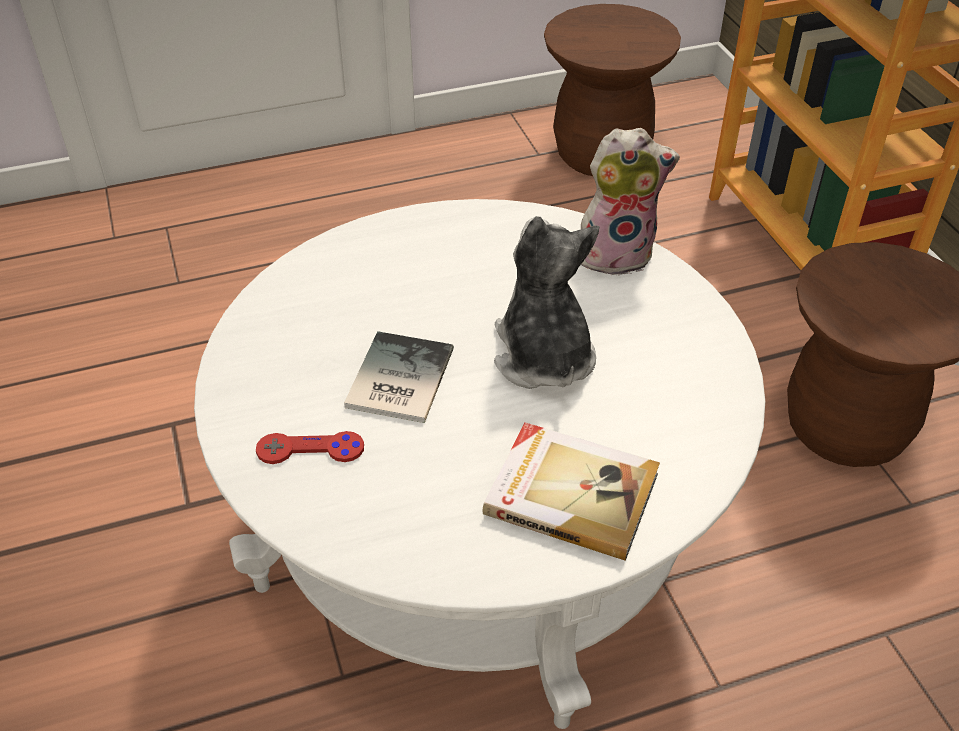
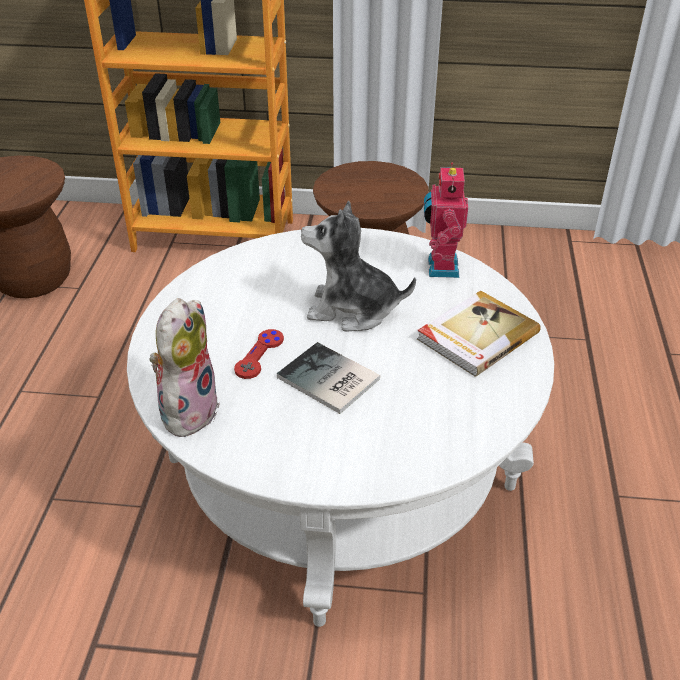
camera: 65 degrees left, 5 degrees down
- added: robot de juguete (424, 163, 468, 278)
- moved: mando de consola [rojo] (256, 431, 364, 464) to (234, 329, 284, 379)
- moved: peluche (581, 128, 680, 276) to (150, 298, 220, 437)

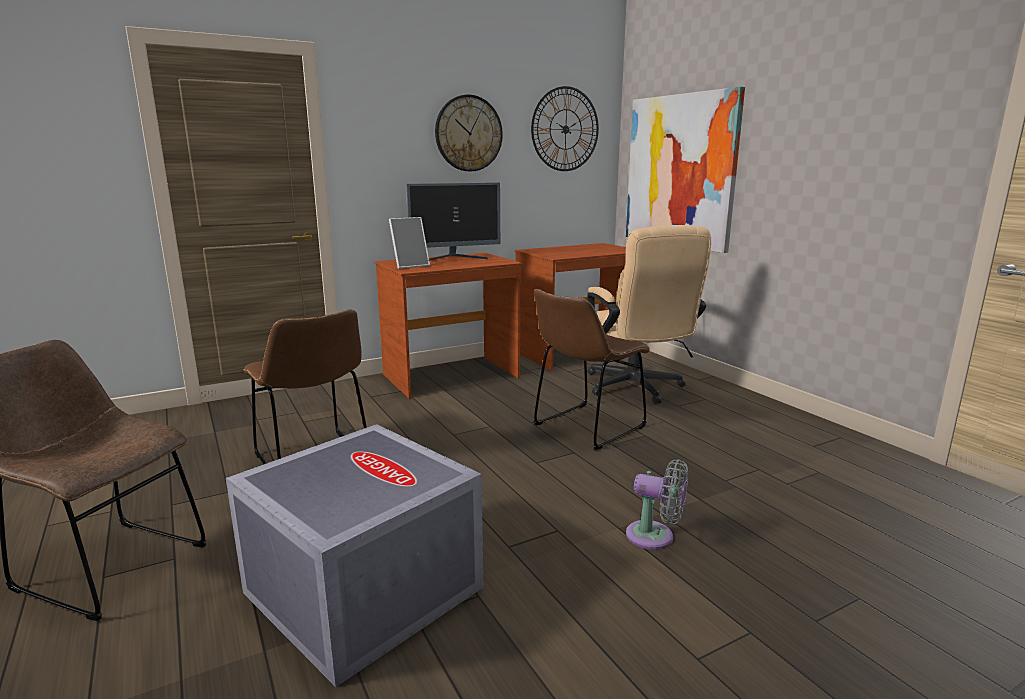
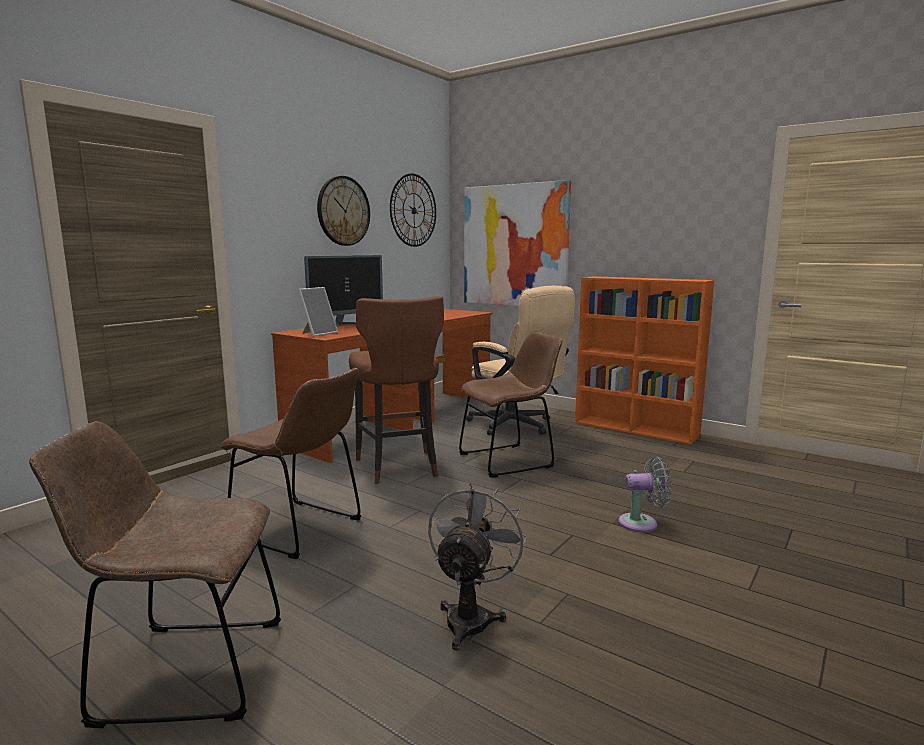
camera: 25 degrees left, 5 degrees down
- added: taburete [marrón] (349, 296, 444, 484)
- added: estantería [naranja] (575, 276, 714, 445)
- replaced: caja de almacenaje [gris] (226, 424, 483, 687) to ventilador [gris] (428, 483, 527, 650)
- turned: silla [marrón] (534, 289, 650, 450) = (459, 332, 562, 478) 135 degrees counterclockwise

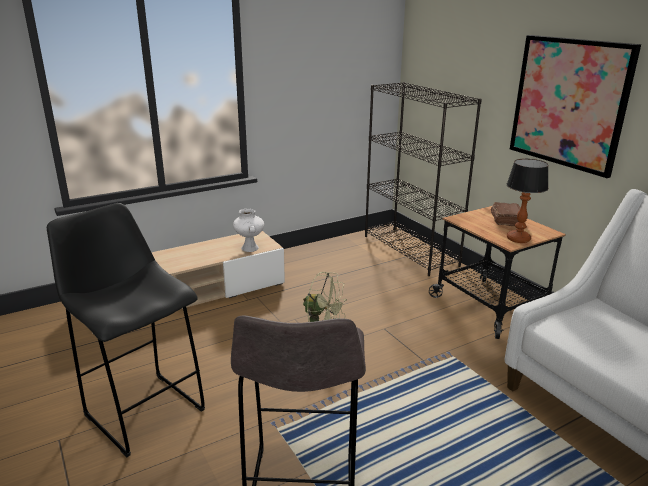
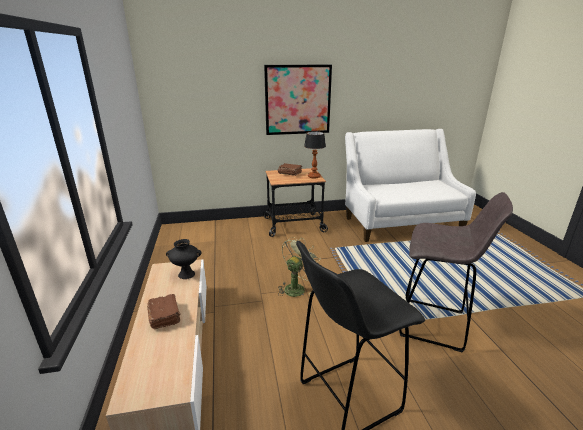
camera: 70 degrees left, 0 degrees up
- removed: estantería [negro] (365, 82, 482, 276)
- added: libro [marrón] (147, 294, 181, 329)
- recoloured: florero [blanco] (233, 209, 264, 252) to florero [negro] (166, 239, 202, 279)

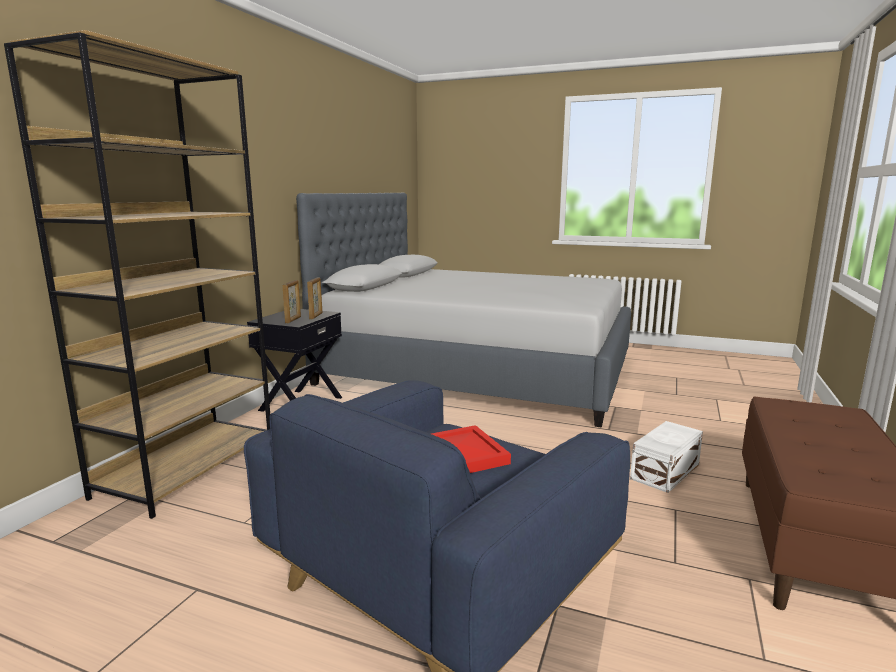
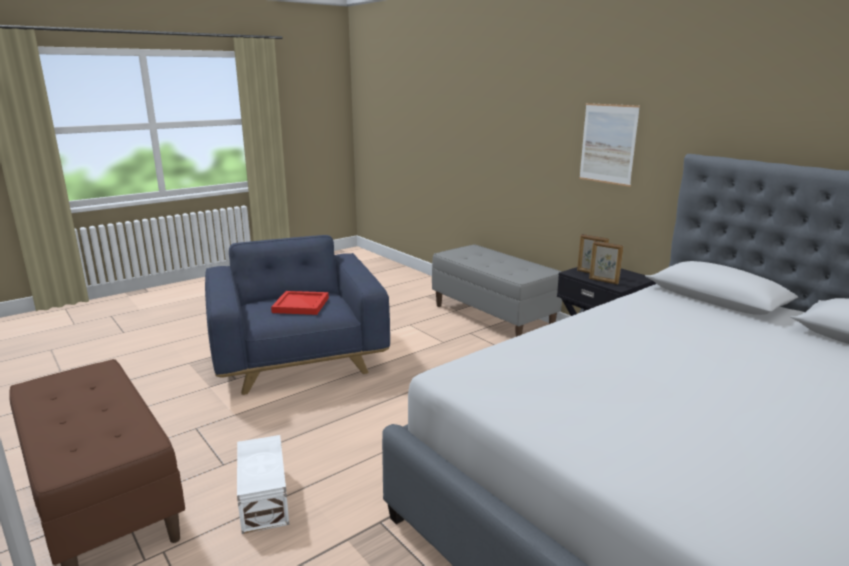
camera: 120 degrees right, 5 degrees up
- added: cuadro (579, 103, 640, 187)
- replaced: estantería [marrón] (4, 30, 270, 519) to banco [gris] (432, 244, 562, 337)

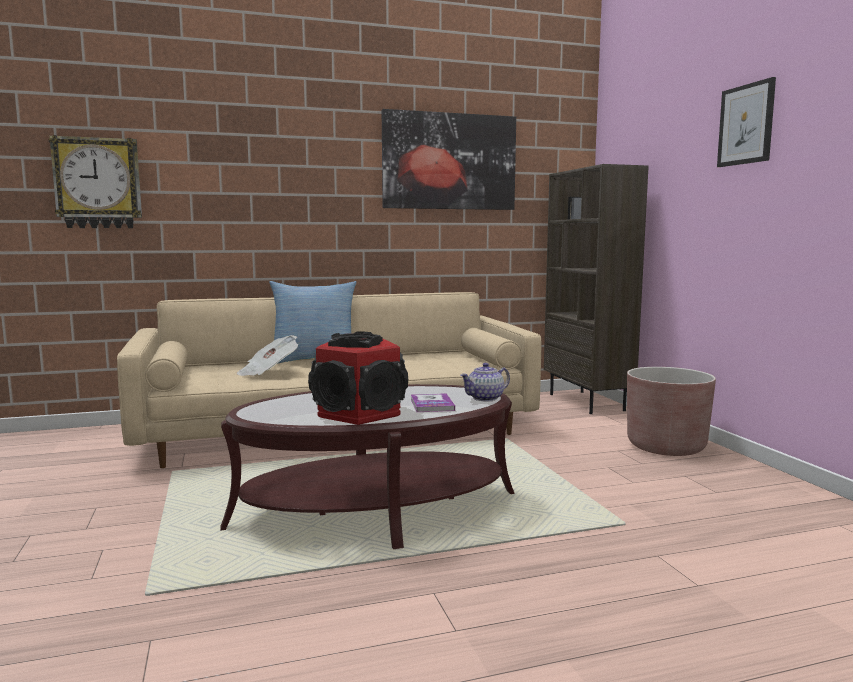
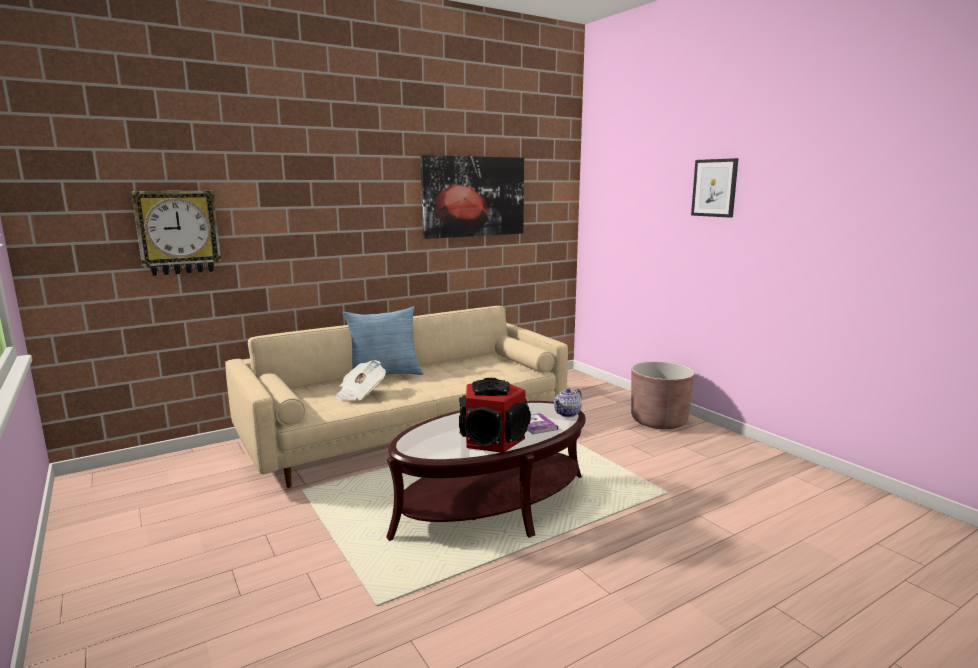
camera: 15 degrees left, 5 degrees up
- removed: estantería [marrón] (544, 164, 649, 414)

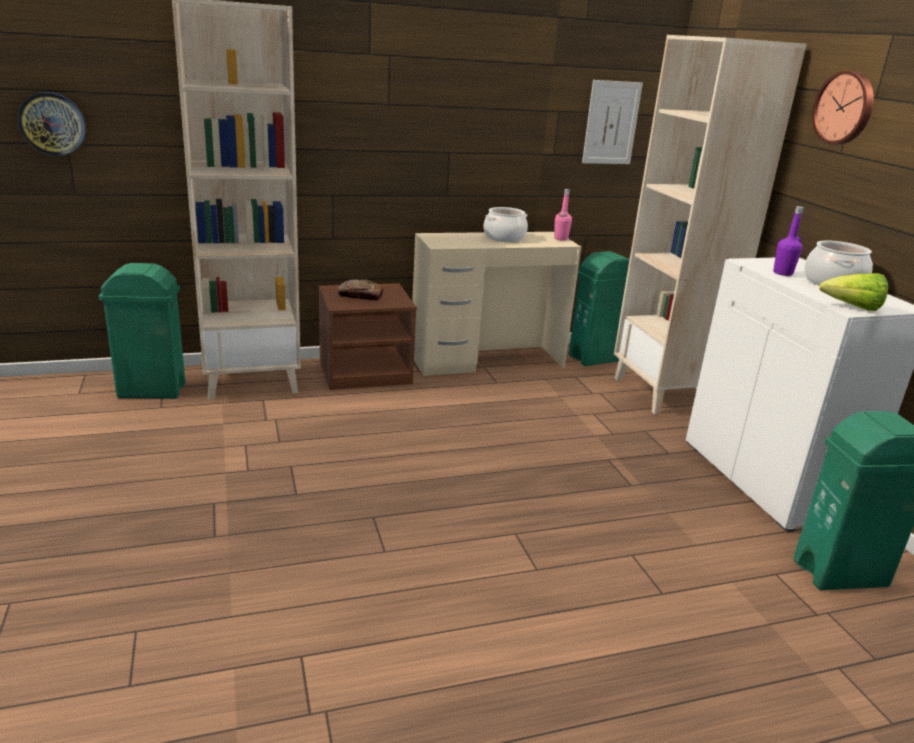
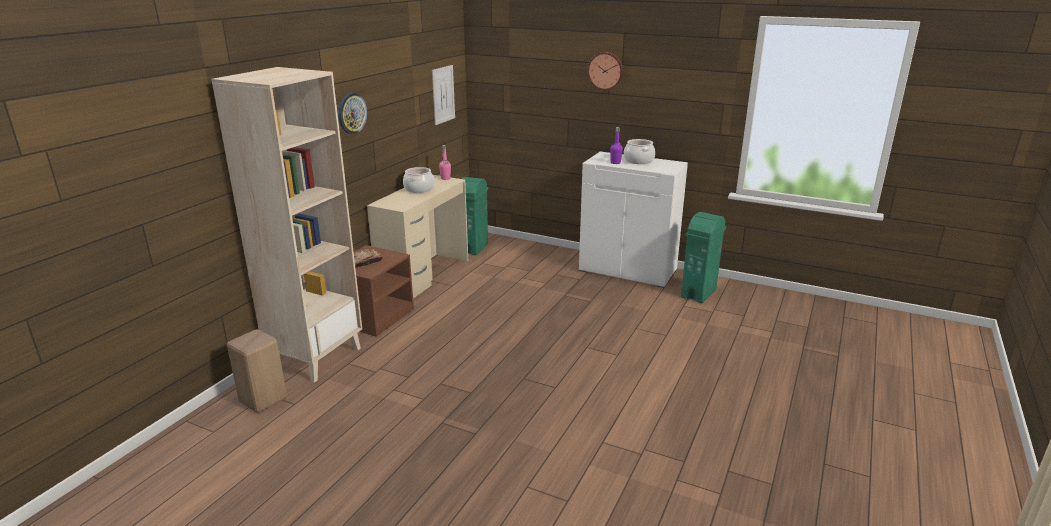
camera: 45 degrees left, 0 degrees up
- removed: estantería [beis] (614, 35, 807, 414)
- removed: lechuga (819, 273, 888, 311)
- moved: reloj de pared (17, 92, 86, 156) to (338, 93, 367, 134)
- replaced: papelera [verde] (99, 263, 185, 399) to taburete [beis] (227, 329, 287, 413)

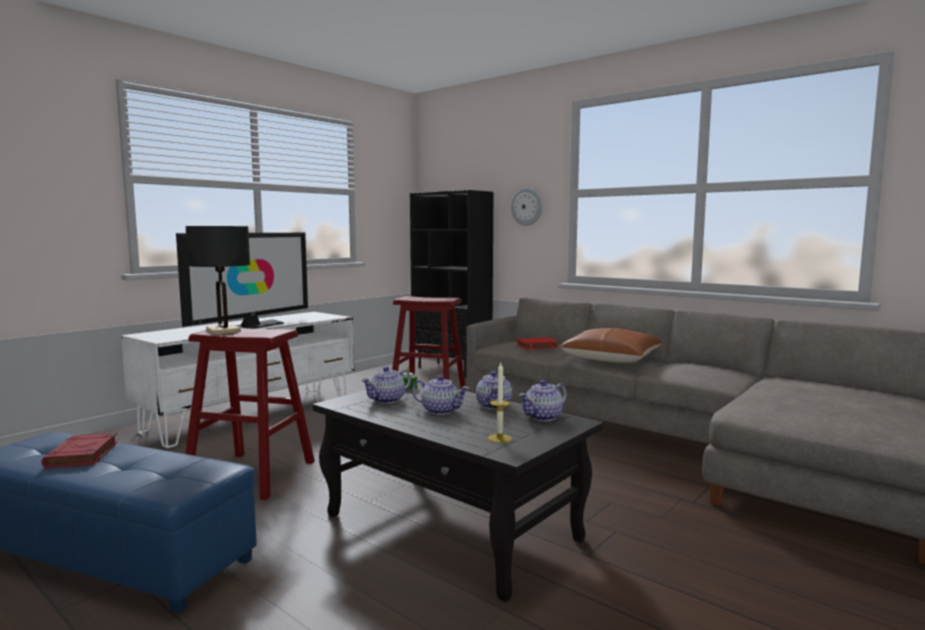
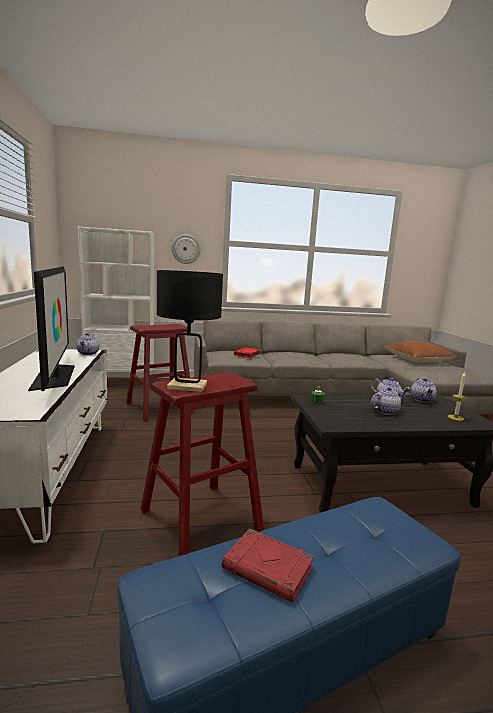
camera: 50 degrees left, 5 degrees up
- moved: tetera (361, 366, 411, 404) to (76, 333, 100, 355)
- moved: cojín [marrón] (560, 328, 662, 363) to (384, 341, 456, 362)
- recoloured: estantería [negro] (410, 190, 493, 378) to estantería [blanco] (78, 227, 154, 372)

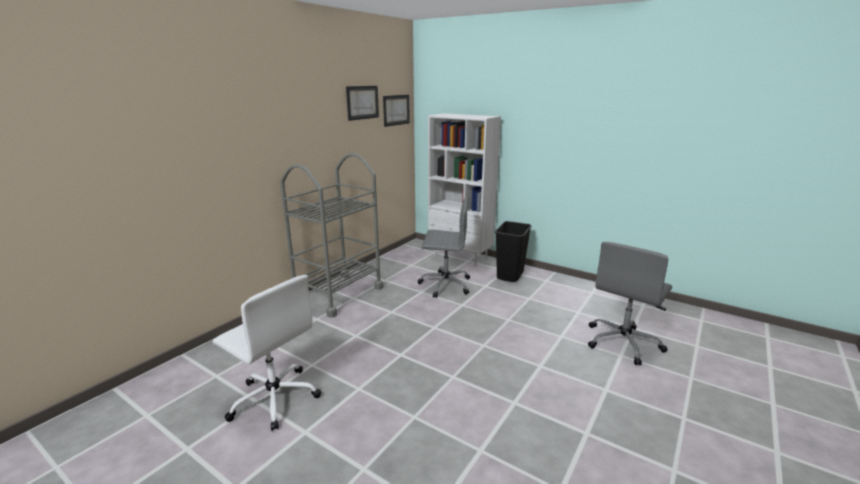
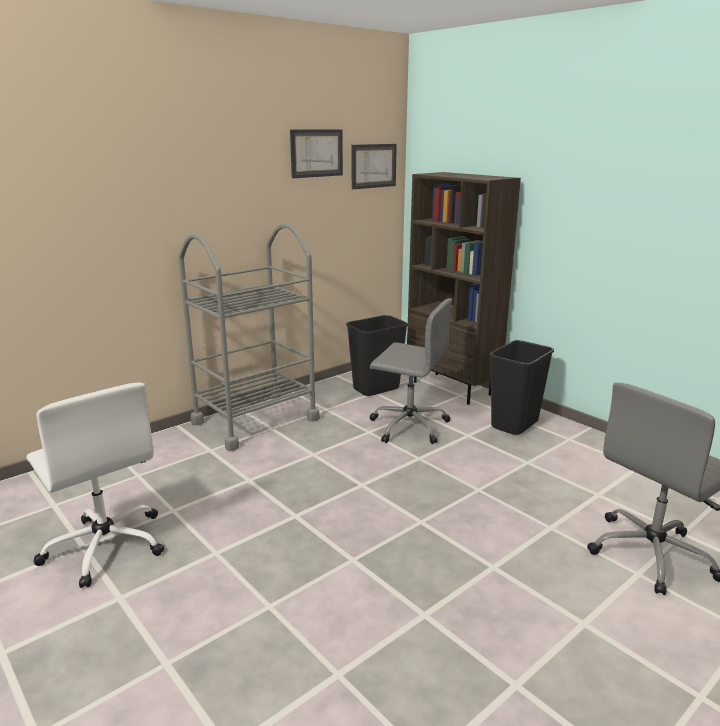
camera: 15 degrees right, 0 degrees up
- added: papelera [negro] (346, 315, 408, 396)
- recoloured: estantería [blanco] (428, 113, 501, 266) to estantería [marrón] (407, 172, 521, 405)

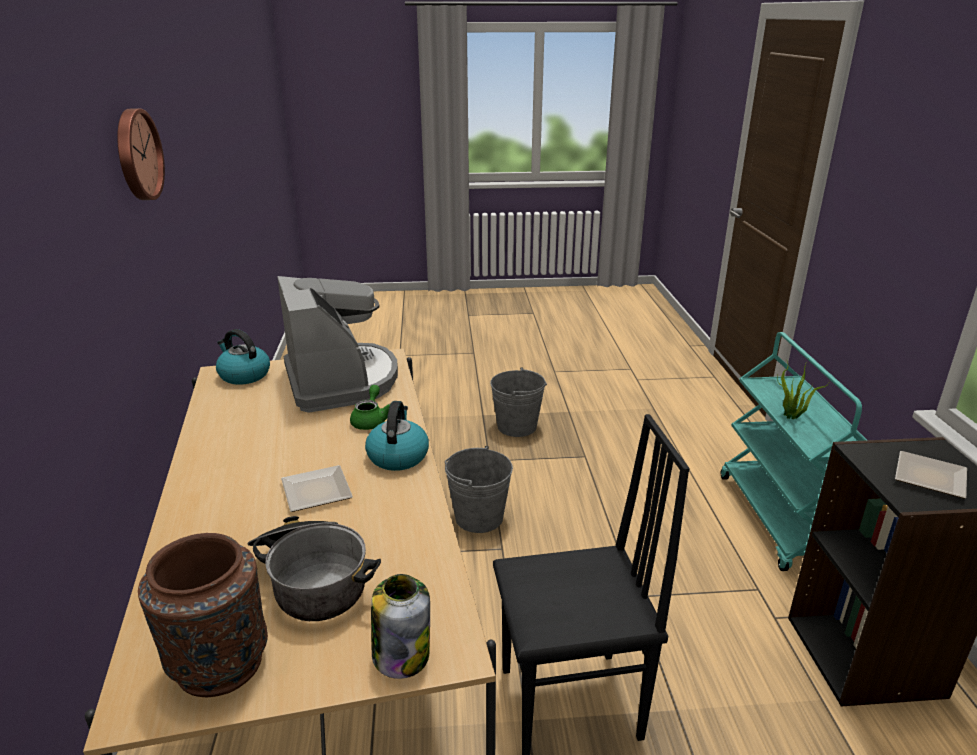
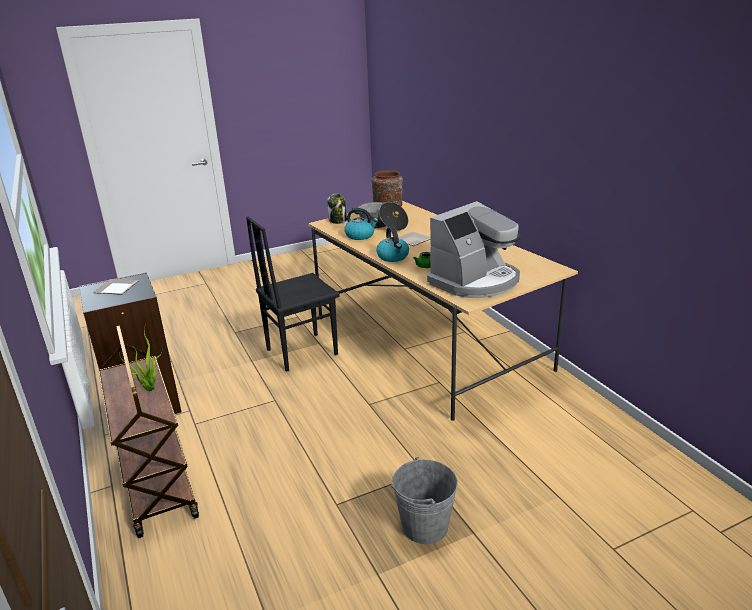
camera: 160 degrees right, 0 degrees up
- removed: reloj de pared (117, 109, 165, 200)
- removed: cubo [gris] (445, 446, 513, 533)
- moved: hervidor (216, 329, 270, 385) to (344, 208, 378, 240)
- recoloured: carrito [turquesa] (721, 332, 867, 571) to carrito [marrón] (99, 325, 199, 538)
- turned: cafetera (278, 276, 398, 413) = (427, 201, 521, 298) 90 degrees counterclockwise

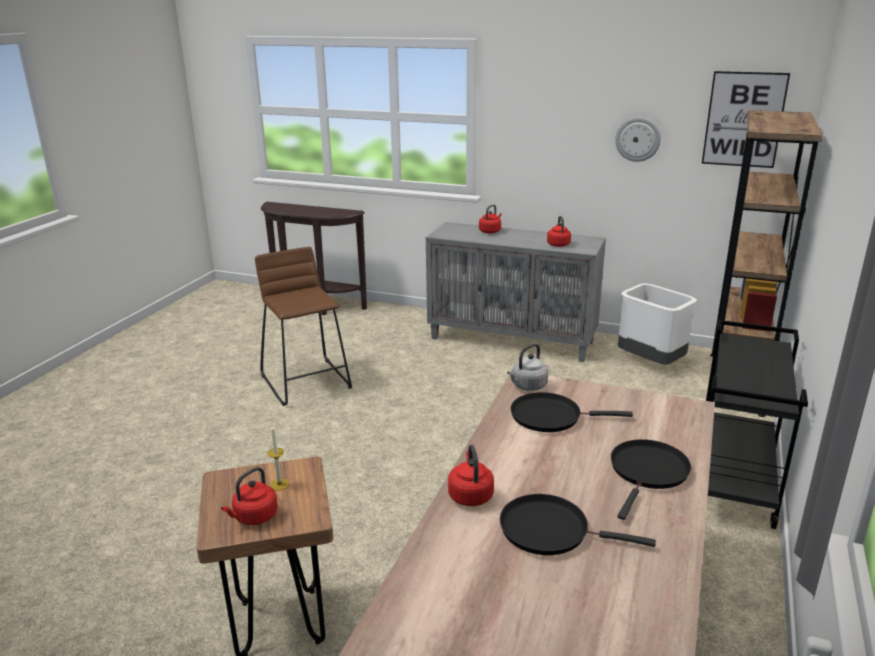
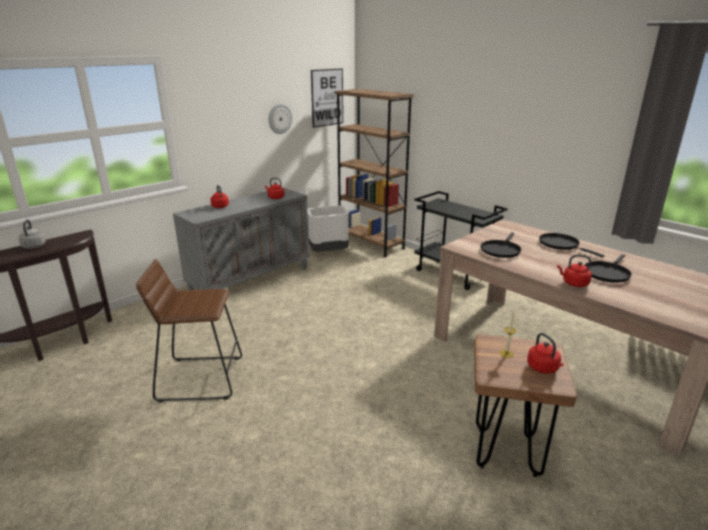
camera: 65 degrees left, 0 degrees up
- moved: hervidor [gris] (507, 344, 548, 391) to (18, 220, 46, 249)

